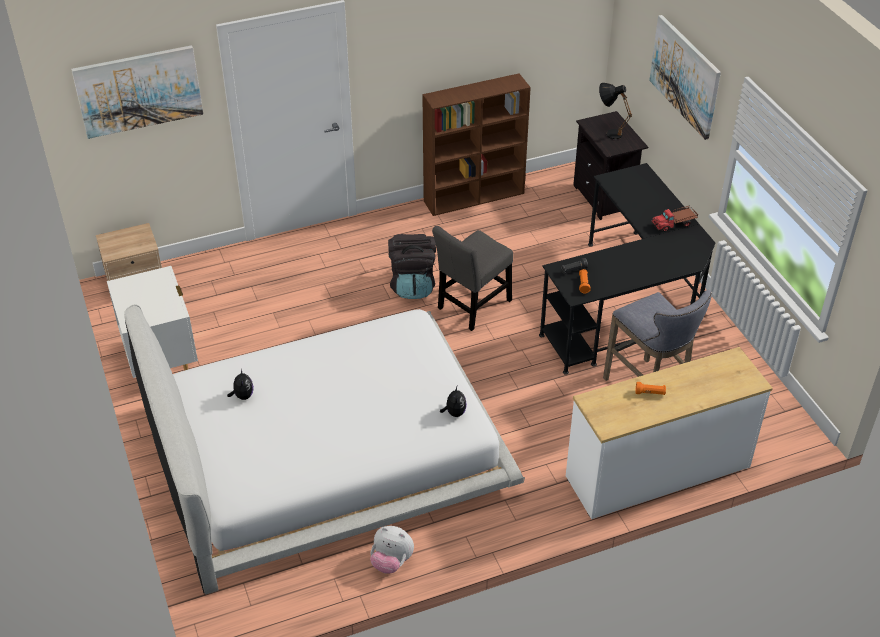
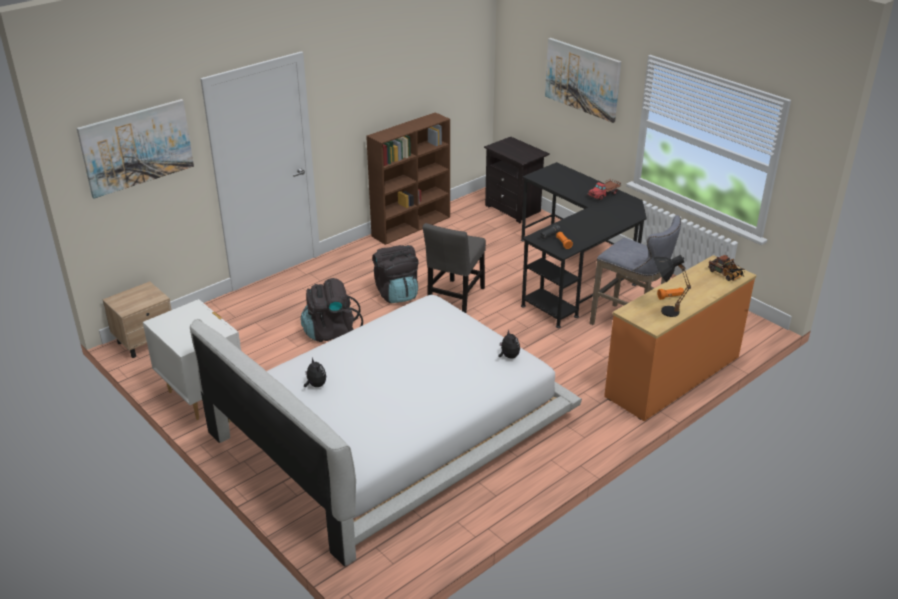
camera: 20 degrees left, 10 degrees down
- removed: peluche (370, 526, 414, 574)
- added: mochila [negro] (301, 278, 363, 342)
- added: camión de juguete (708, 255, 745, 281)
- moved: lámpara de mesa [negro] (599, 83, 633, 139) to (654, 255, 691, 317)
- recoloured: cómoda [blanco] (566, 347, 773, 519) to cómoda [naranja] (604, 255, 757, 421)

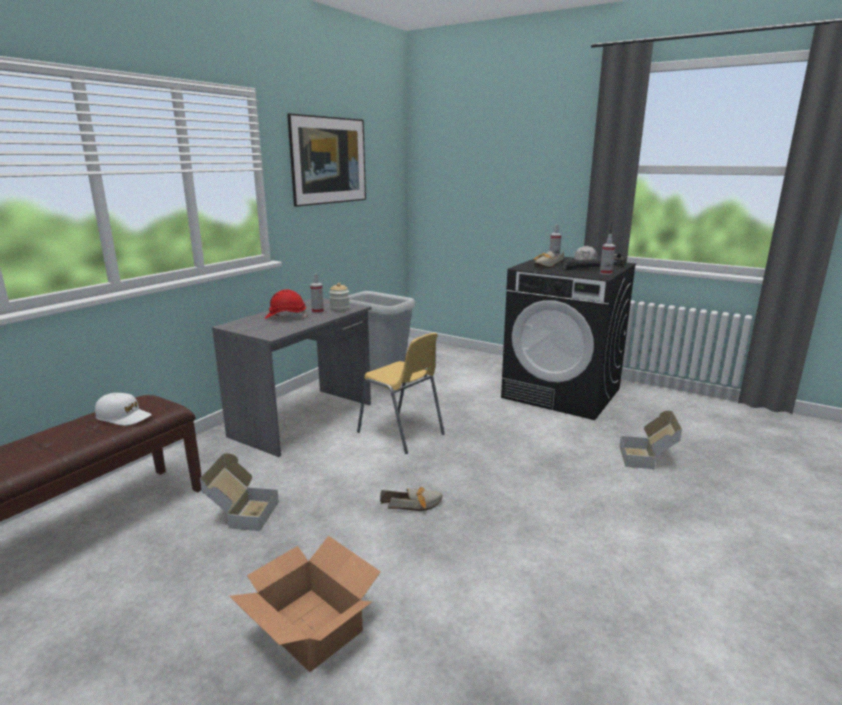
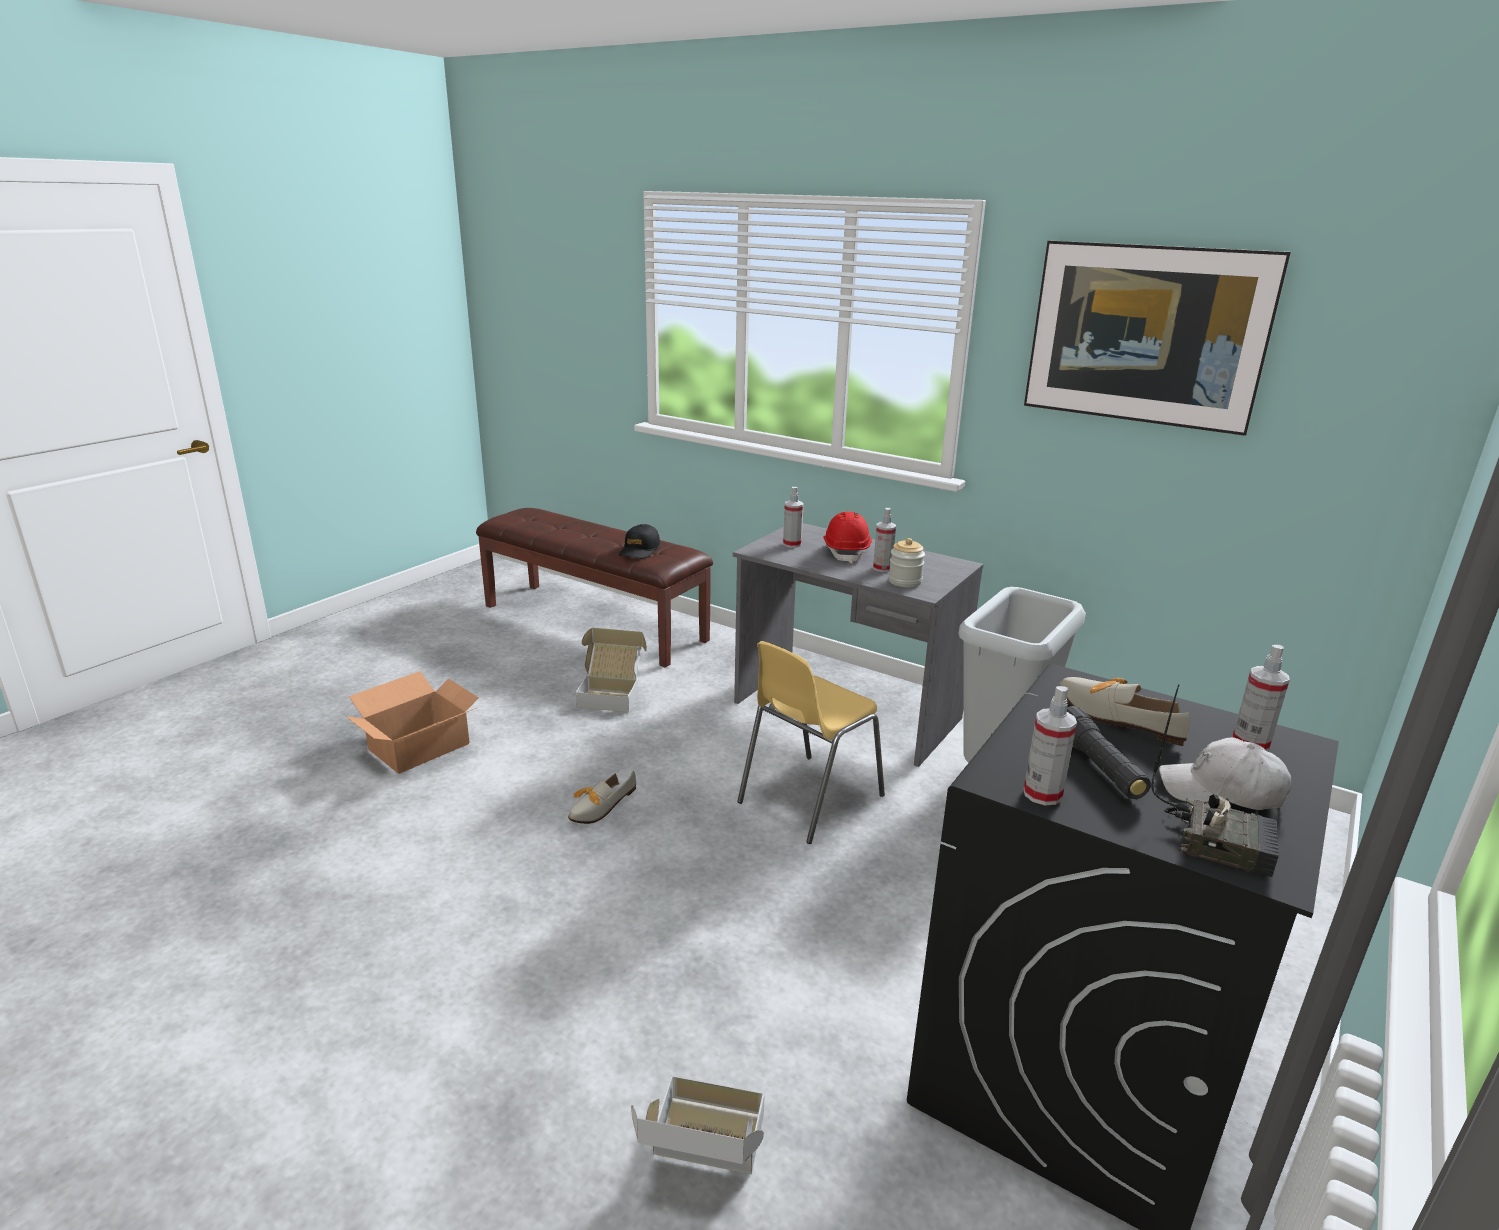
camera: 90 degrees right, 5 degrees up
- added: pulverizador (783, 487, 804, 548)
- recoloured: gorra [blanco] (95, 393, 152, 426) to gorra [negro] (619, 524, 660, 558)
- turned: zapato (380, 487, 443, 511) = (568, 770, 636, 824) 45 degrees clockwise

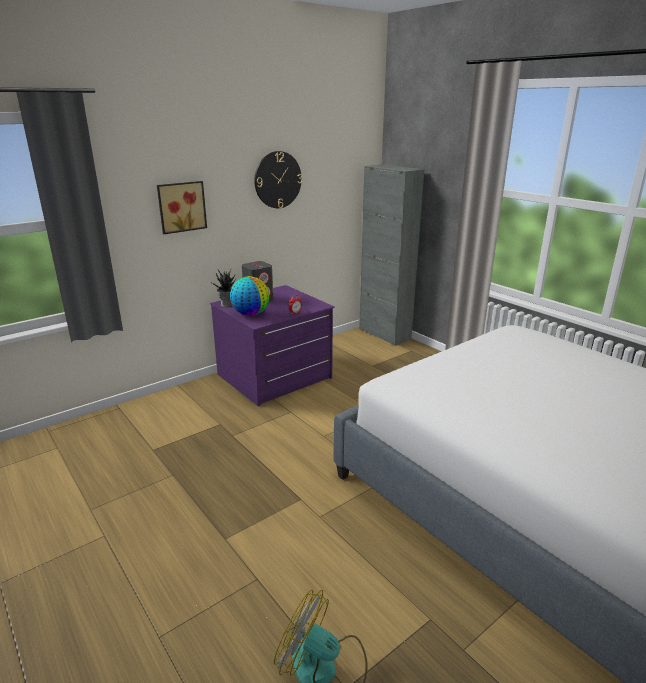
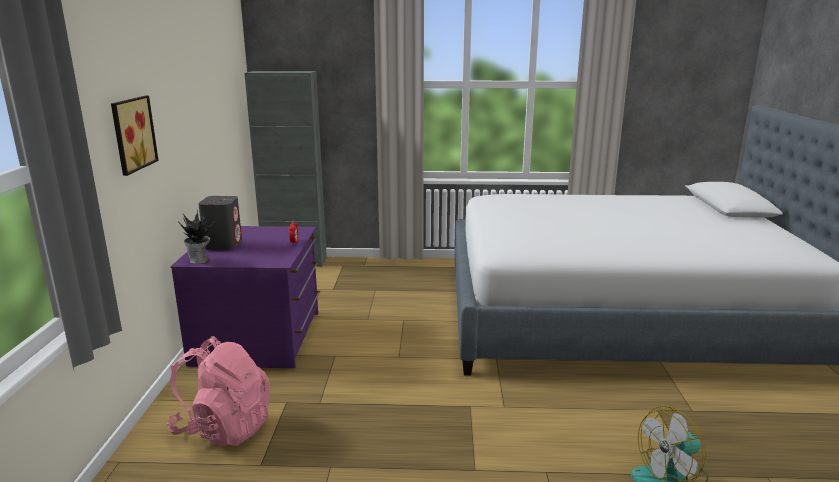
camera: 50 degrees left, 5 degrees down
- removed: globo terráqueo (230, 276, 269, 316)
- removed: reloj de pared (254, 151, 302, 208)
- added: mochila [rosa] (167, 336, 270, 446)

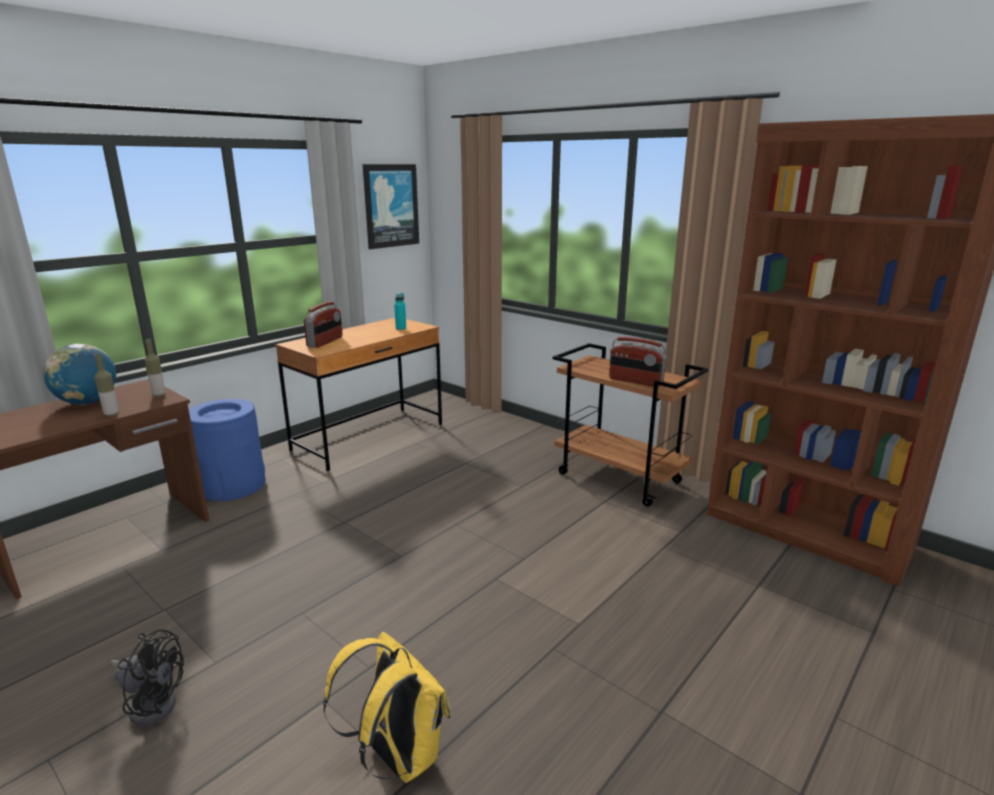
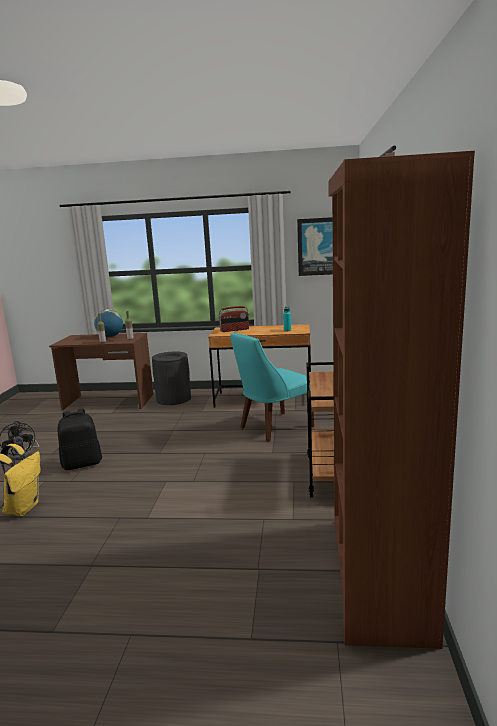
camera: 55 degrees right, 5 degrees down
- removed: radio (609, 337, 667, 387)
- added: mochila [negro] (58, 409, 102, 470)
- added: silla [turquesa] (230, 333, 314, 442)
- recoloured: papelera [azul] (189, 399, 265, 501) to papelera [negro] (152, 351, 191, 405)

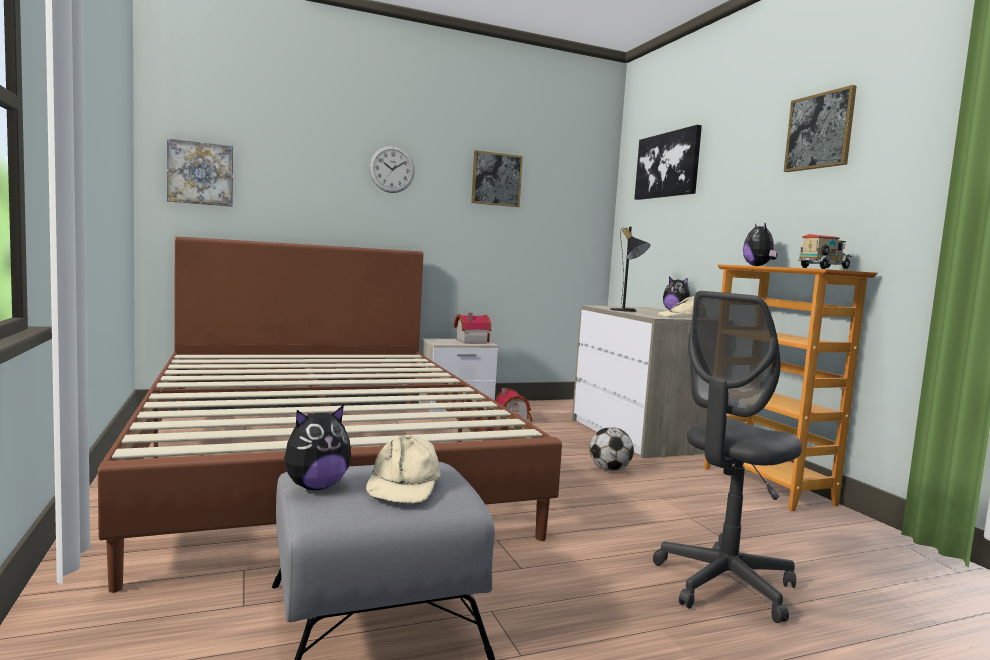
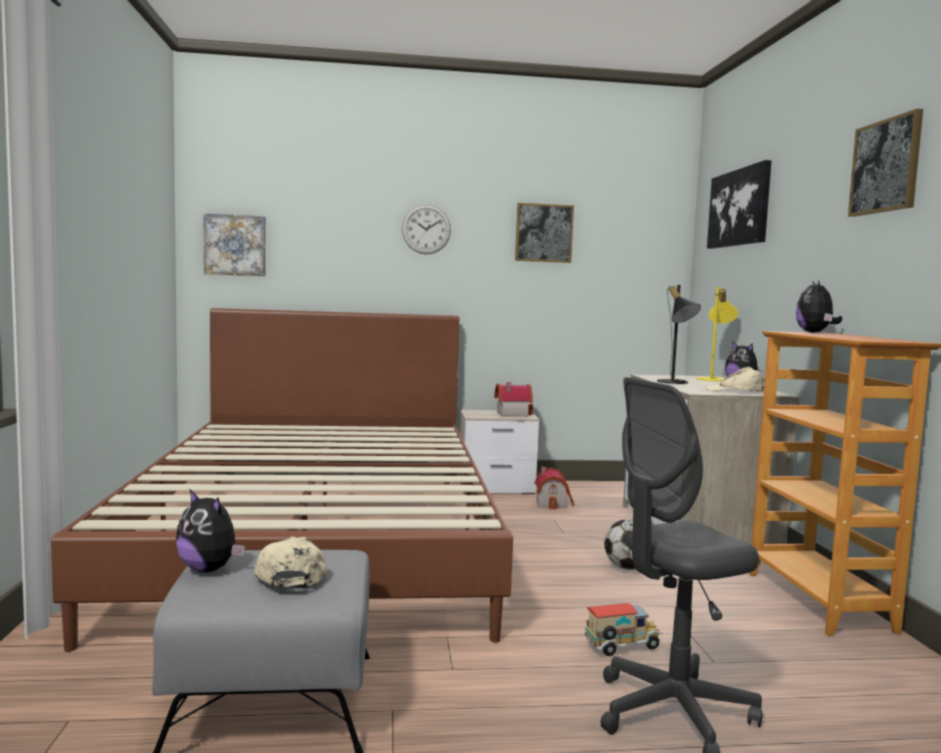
camera: 15 degrees right, 0 degrees up
- added: lámpara de mesa [amarillo] (696, 287, 738, 382)
- moved: camión de juguete (797, 234, 853, 269) to (585, 603, 663, 656)
- turned: peluche (284, 405, 351, 490) = (176, 488, 245, 573) 60 degrees clockwise
- turned: gorra [beis] (366, 435, 441, 503) = (254, 536, 327, 588) 150 degrees clockwise

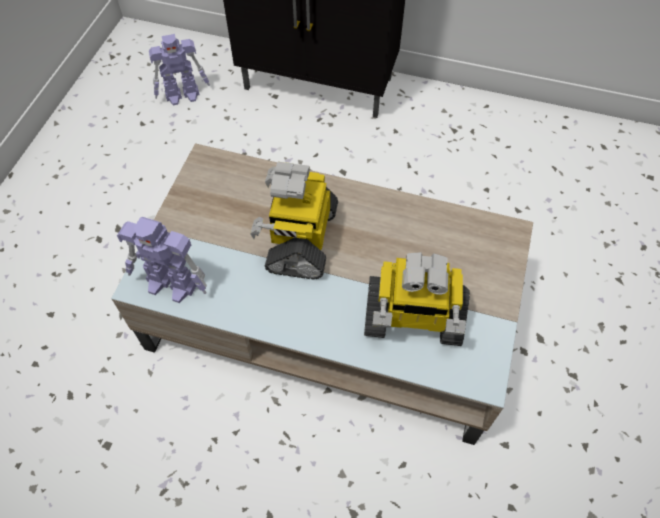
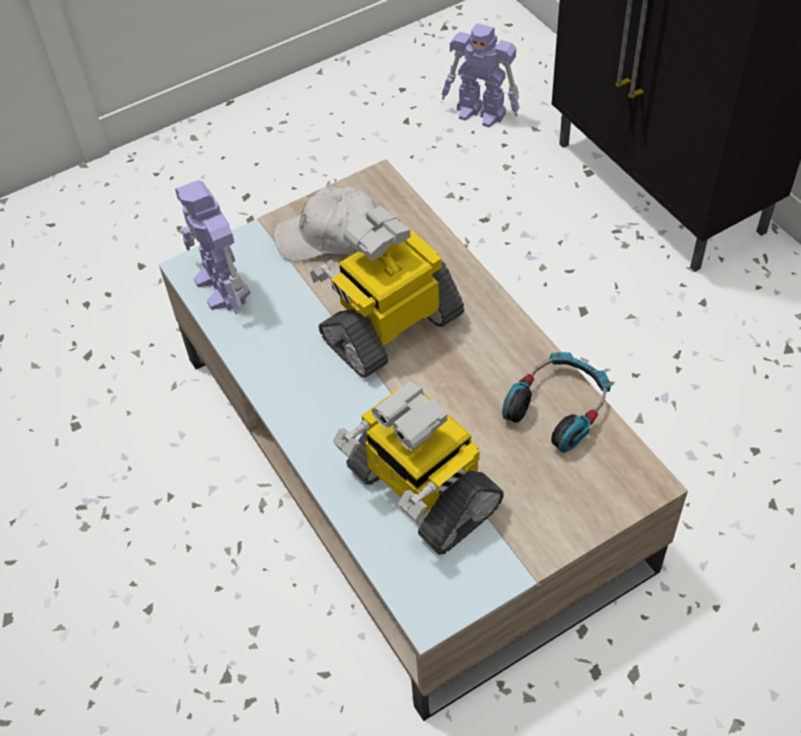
camera: 45 degrees right, 5 degrees down
- added: gorra [blanco] (273, 187, 377, 262)
- added: auriculares (502, 352, 611, 453)

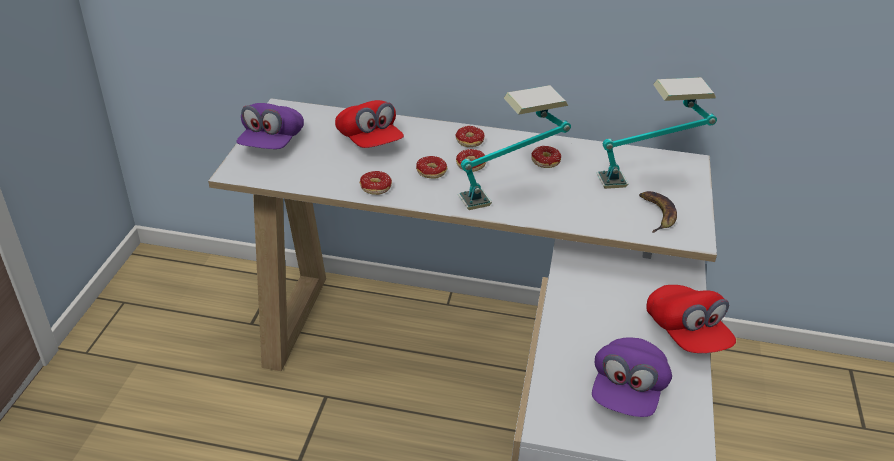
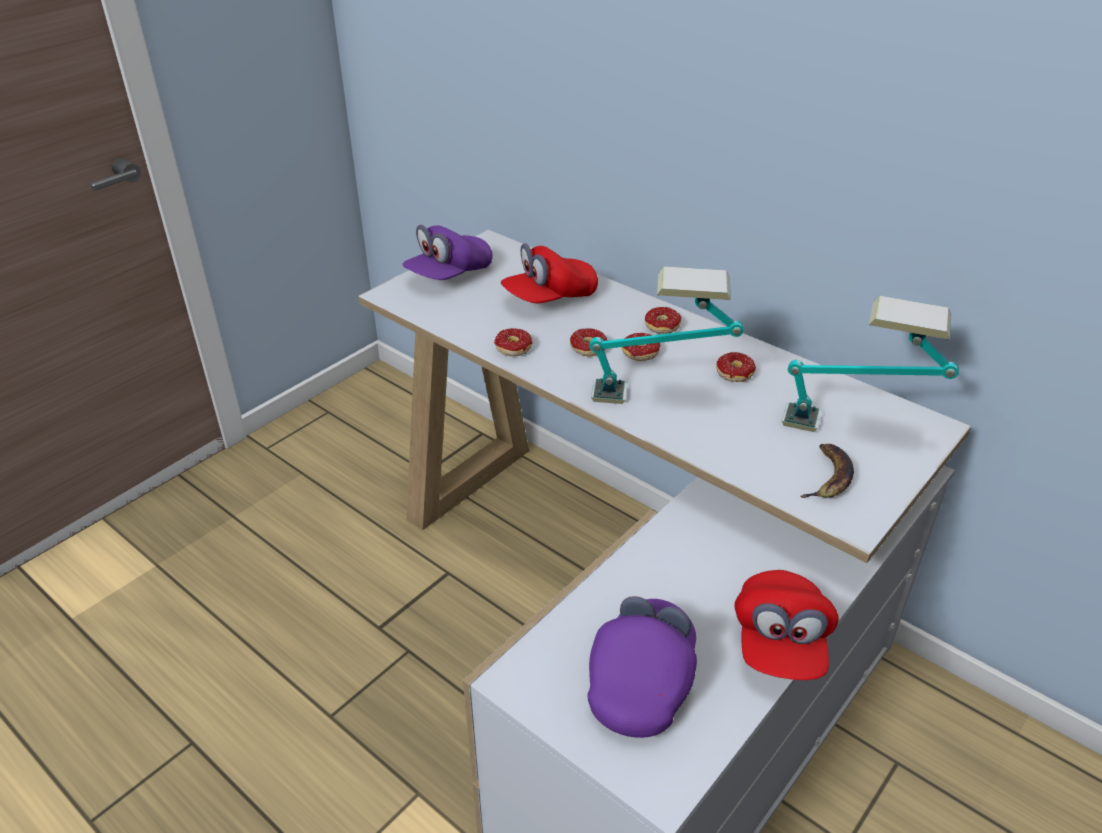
camera: 30 degrees right, 0 degrees up
- turned: gorra [rojo] (335, 100, 404, 148) = (501, 243, 598, 303) 60 degrees clockwise
- turned: gorra [morado] (592, 338, 672, 417) = (587, 596, 697, 738) 150 degrees clockwise

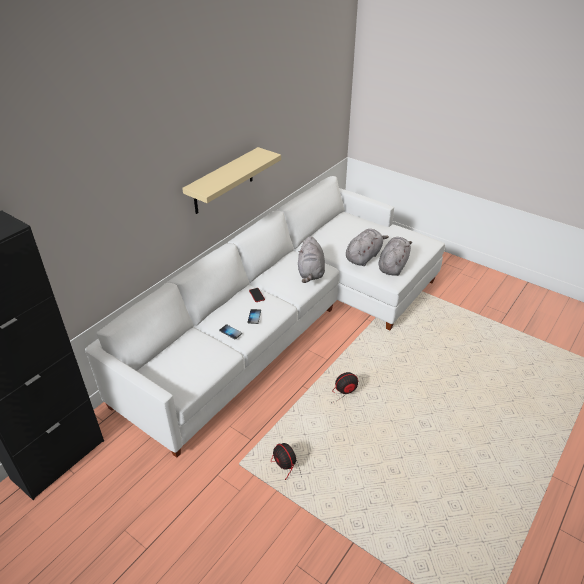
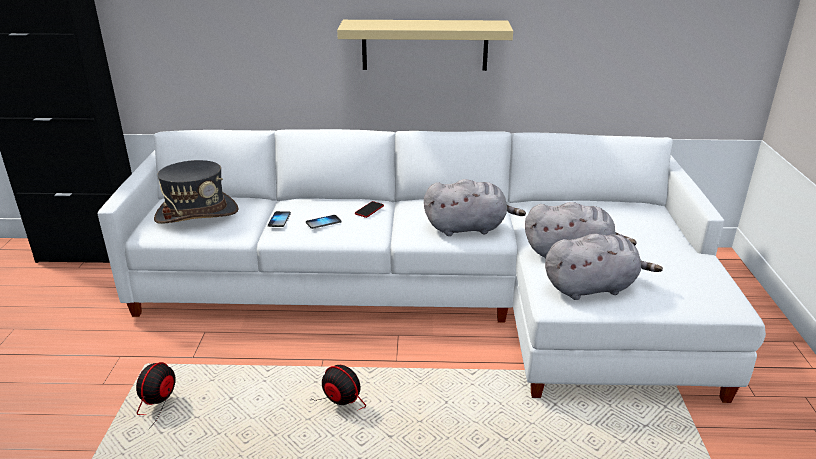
camera: 55 degrees right, 10 degrees down
- added: sombrero [gris] (154, 160, 239, 224)
- turned: peluche [gris] (298, 236, 325, 283) = (424, 179, 526, 236) 150 degrees counterclockwise

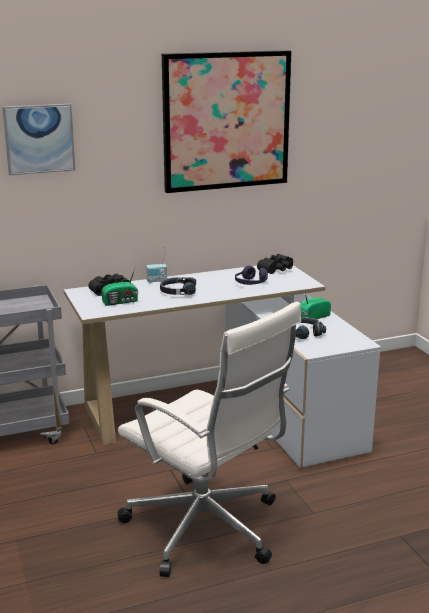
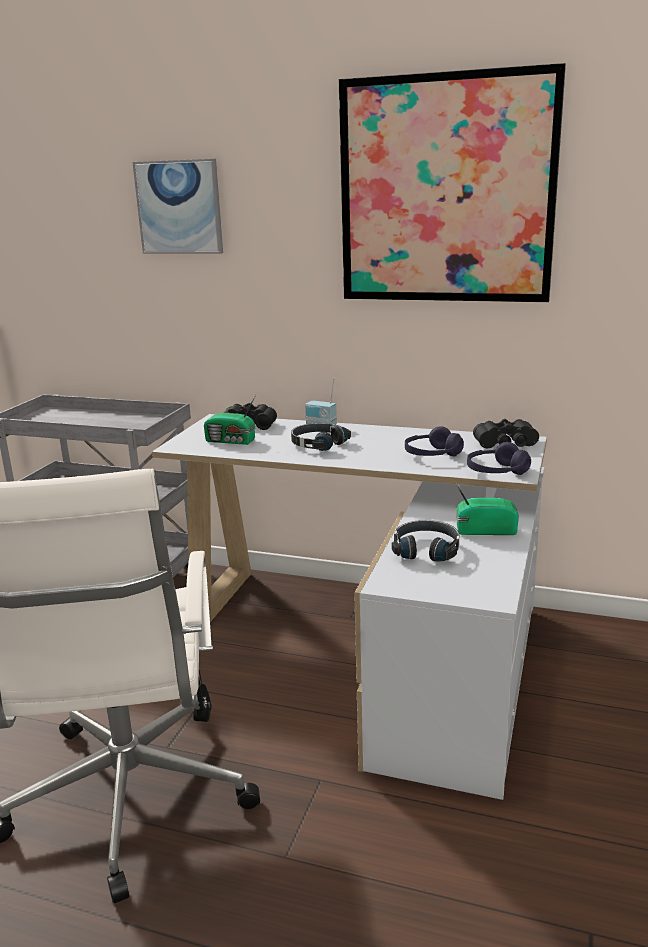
camera: 40 degrees right, 0 degrees up
- added: auriculares [morado] (467, 442, 531, 475)

